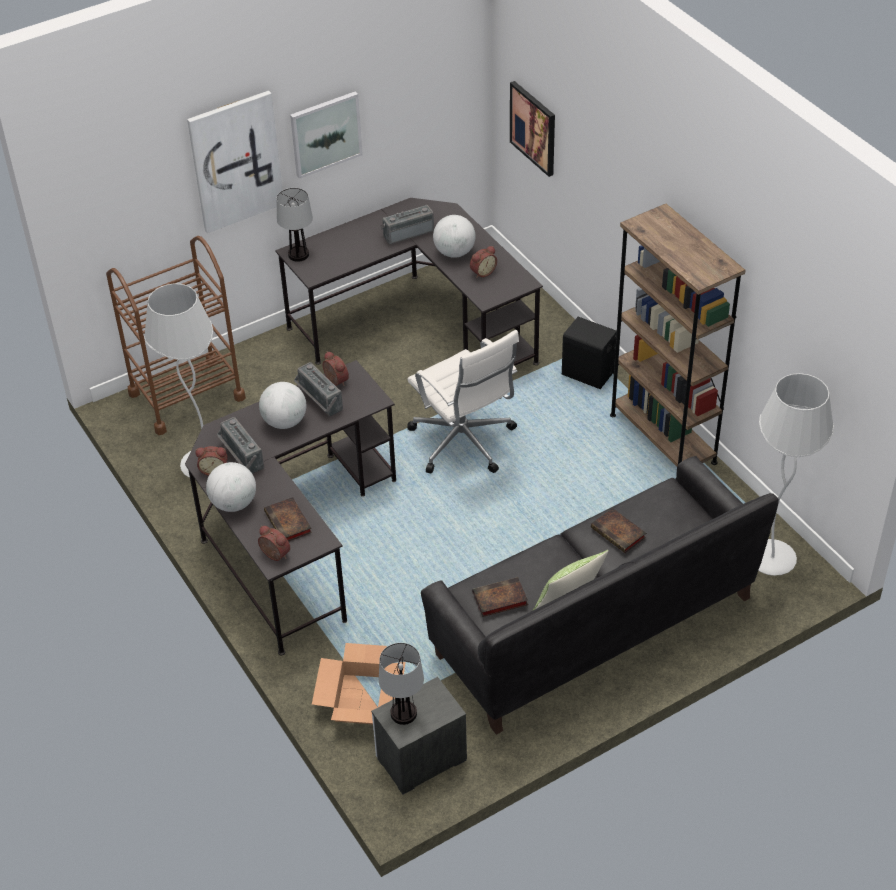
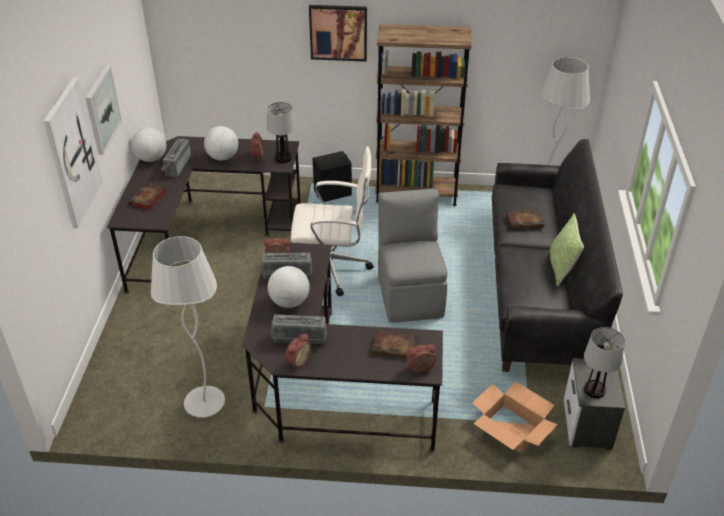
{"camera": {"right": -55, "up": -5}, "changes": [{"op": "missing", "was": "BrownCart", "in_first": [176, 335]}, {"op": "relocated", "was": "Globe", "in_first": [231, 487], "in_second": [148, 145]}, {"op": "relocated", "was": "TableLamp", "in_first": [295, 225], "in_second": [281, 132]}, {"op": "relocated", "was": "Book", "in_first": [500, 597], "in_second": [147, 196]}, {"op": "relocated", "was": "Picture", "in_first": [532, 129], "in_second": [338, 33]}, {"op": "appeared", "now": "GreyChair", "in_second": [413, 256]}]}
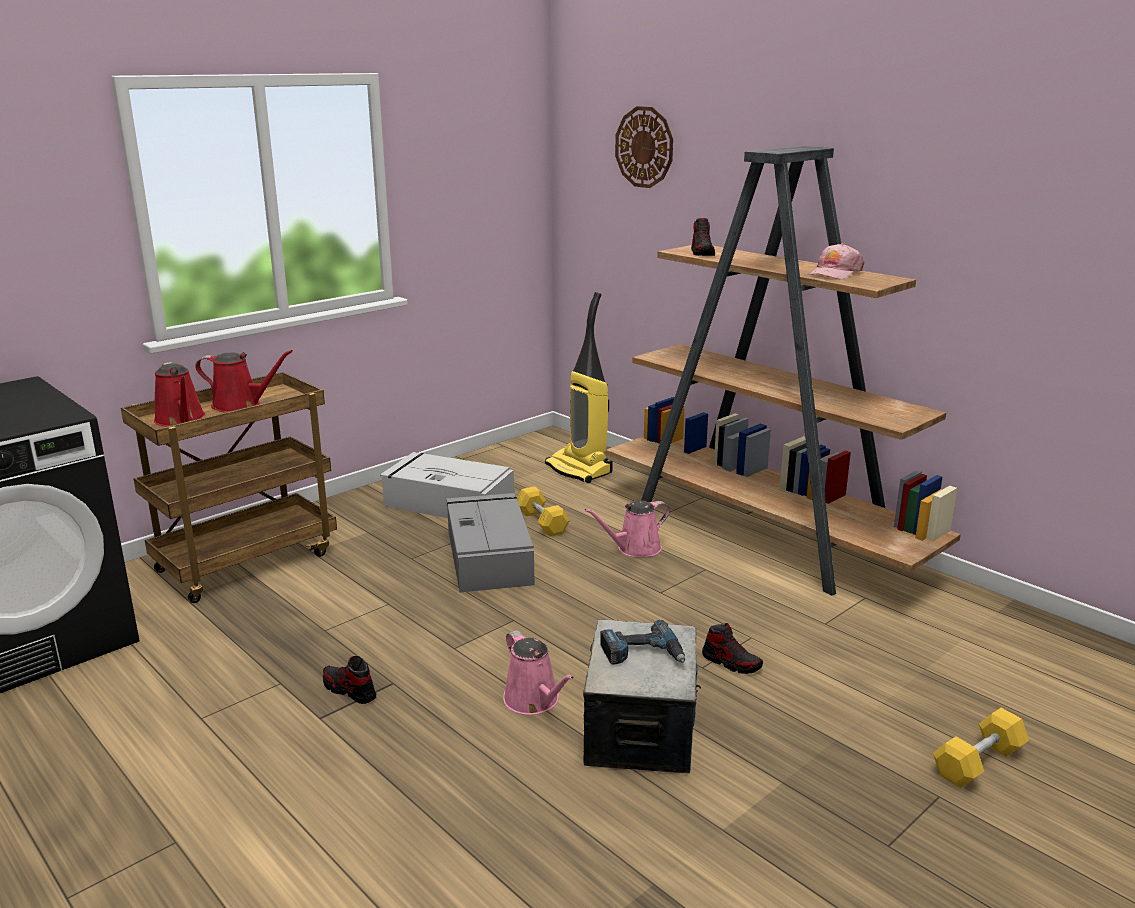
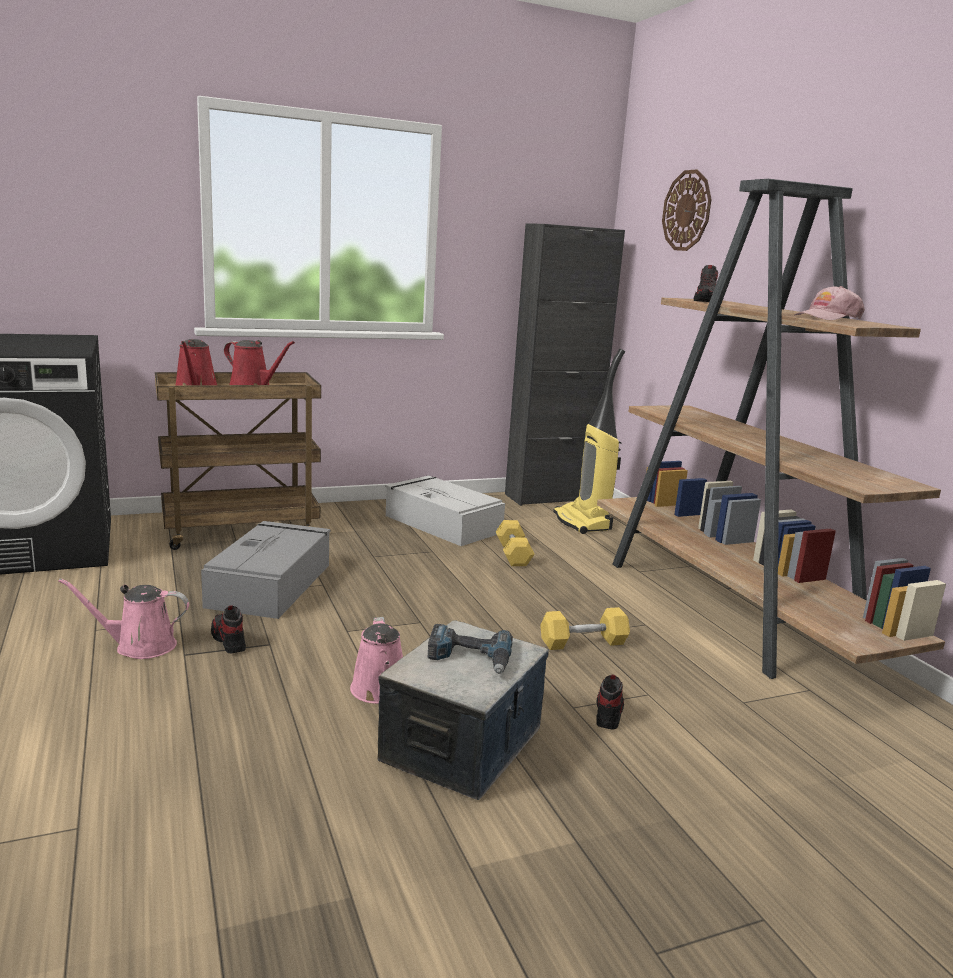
{"camera": {"right": 20, "up": -5}, "changes": [{"op": "relocated", "was": "GreyStorageBox", "in_first": [490, 542], "in_second": [265, 570]}, {"op": "relocated", "was": "PinkWateringCan", "in_first": [627, 528], "in_second": [123, 618]}, {"op": "spun", "was": "Shoe", "in_first": [732, 648], "in_second": [610, 702], "clockwise": -135}, {"op": "relocated", "was": "YellowDumbbell", "in_first": [981, 748], "in_second": [585, 628]}, {"op": "appeared", "now": "BlackCabinet", "in_second": [565, 364]}]}
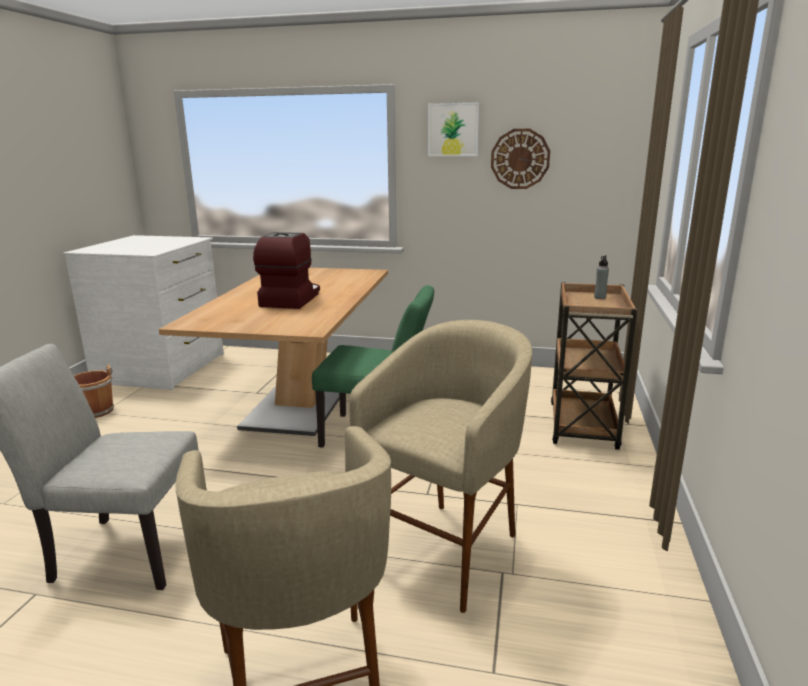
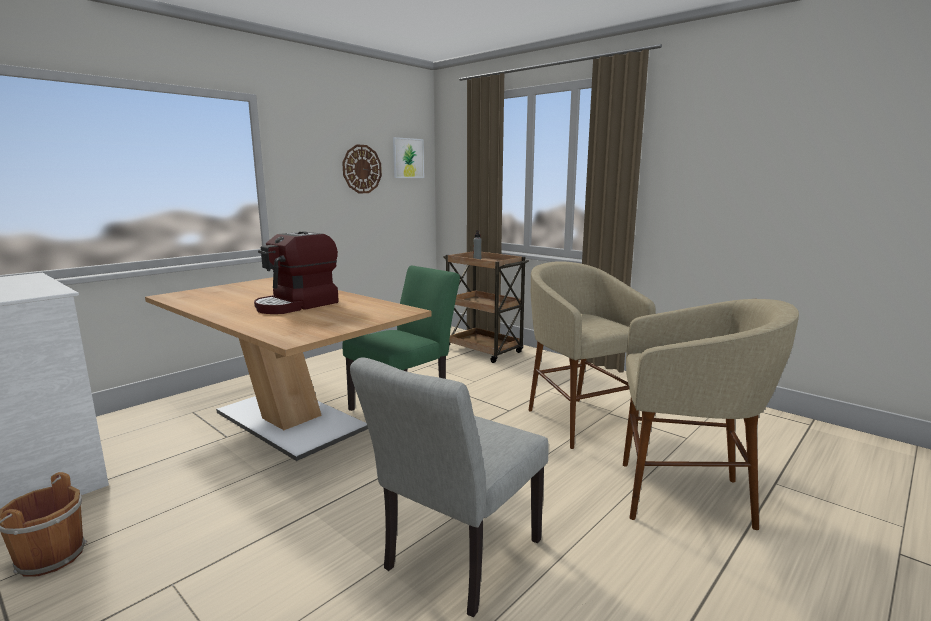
{"camera": {"right": -60, "up": -5}, "changes": [{"op": "spun", "was": "CoffeeMachine", "in_first": [286, 270], "in_second": [296, 272], "clockwise": -90}, {"op": "relocated", "was": "Picture", "in_first": [453, 129], "in_second": [408, 157]}]}
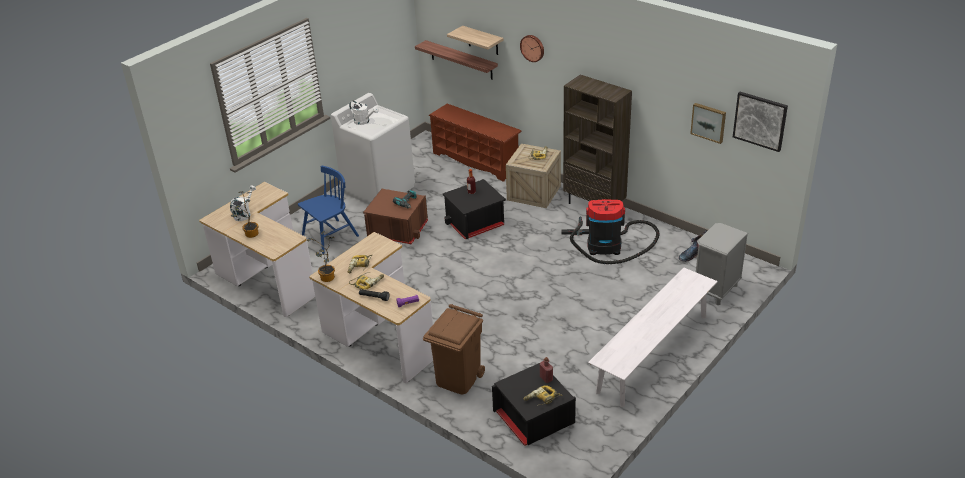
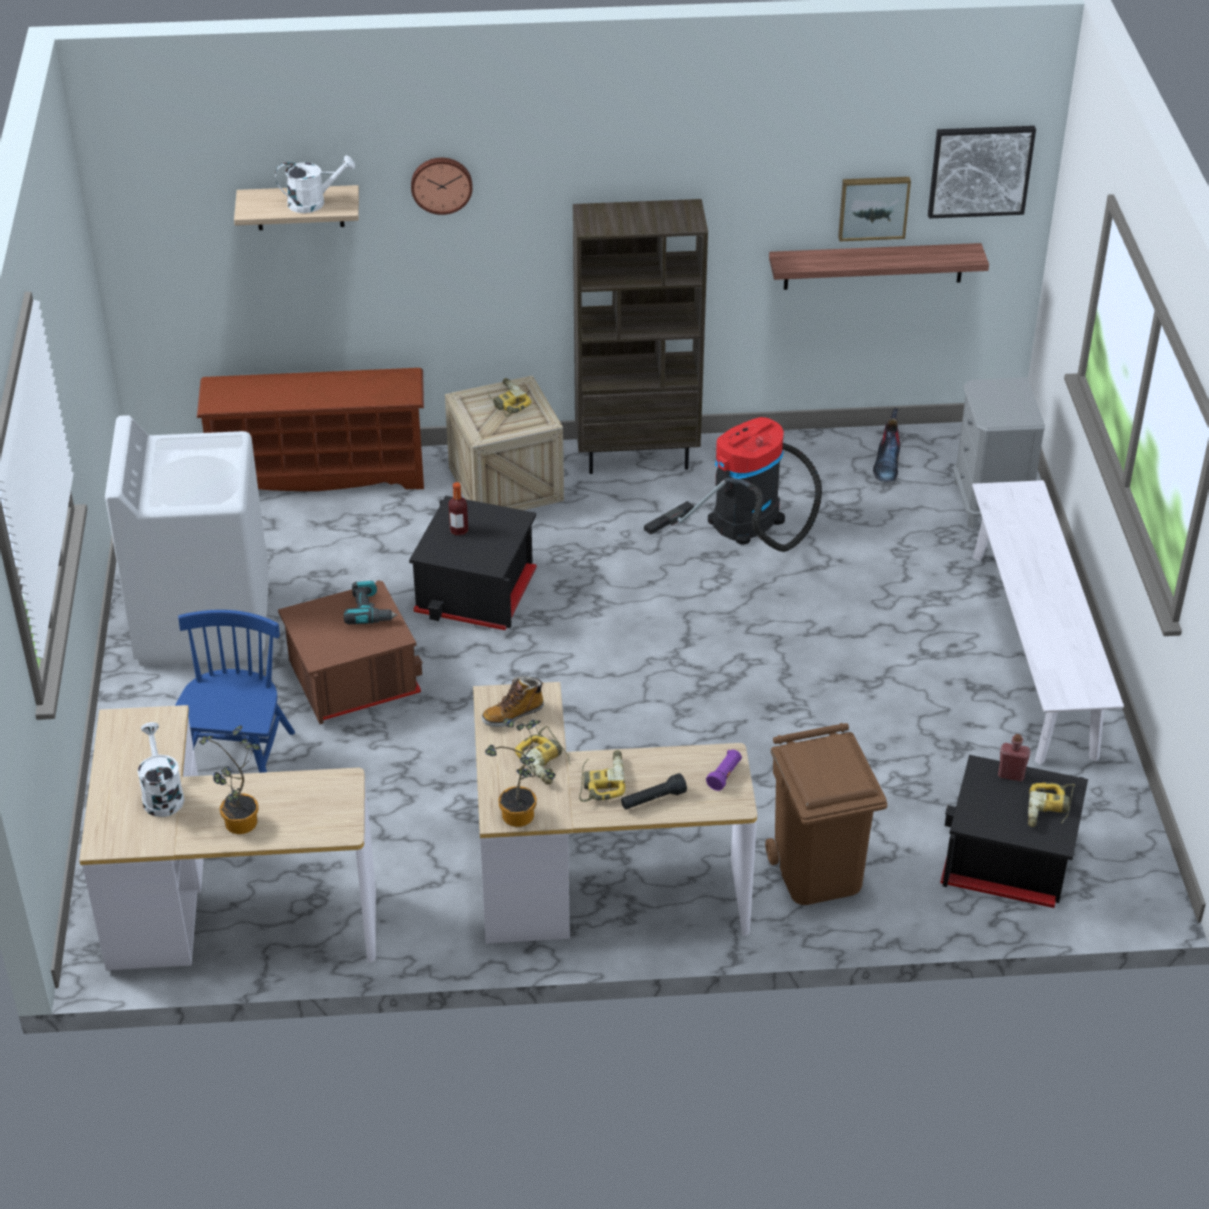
{"camera": {"right": -45, "up": 5}, "changes": [{"op": "relocated", "was": "WhiteWateringCan", "in_first": [364, 113], "in_second": [315, 184]}, {"op": "relocated", "was": "Shelf", "in_first": [456, 60], "in_second": [879, 266]}, {"op": "appeared", "now": "Boot", "in_second": [513, 701]}]}
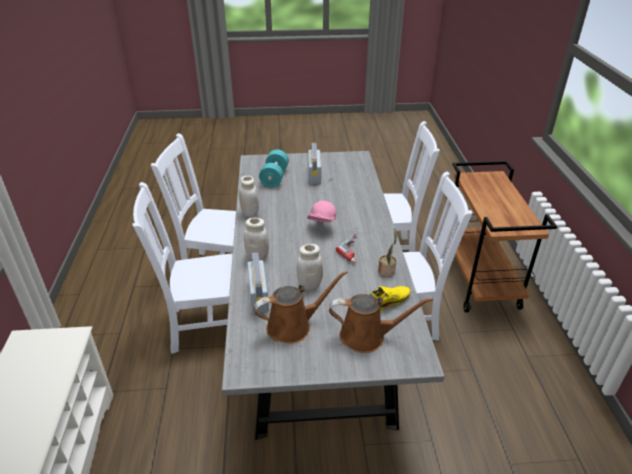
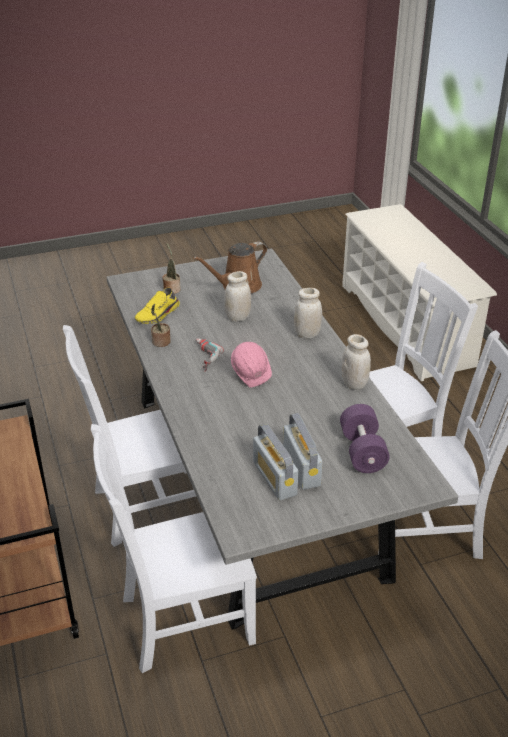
{"camera": {"right": 165, "up": 0}, "changes": [{"op": "relocated", "was": "Radio", "in_first": [258, 283], "in_second": [275, 462]}, {"op": "colour", "was": "TurquoiseDumbbell", "now": "PurpleDumbbell", "in_first": [274, 168], "in_second": [365, 438]}, {"op": "exchanged", "was": "BrownWateringCan", "now": "PottedPlant", "in_first": [381, 323], "in_second": [172, 268]}]}
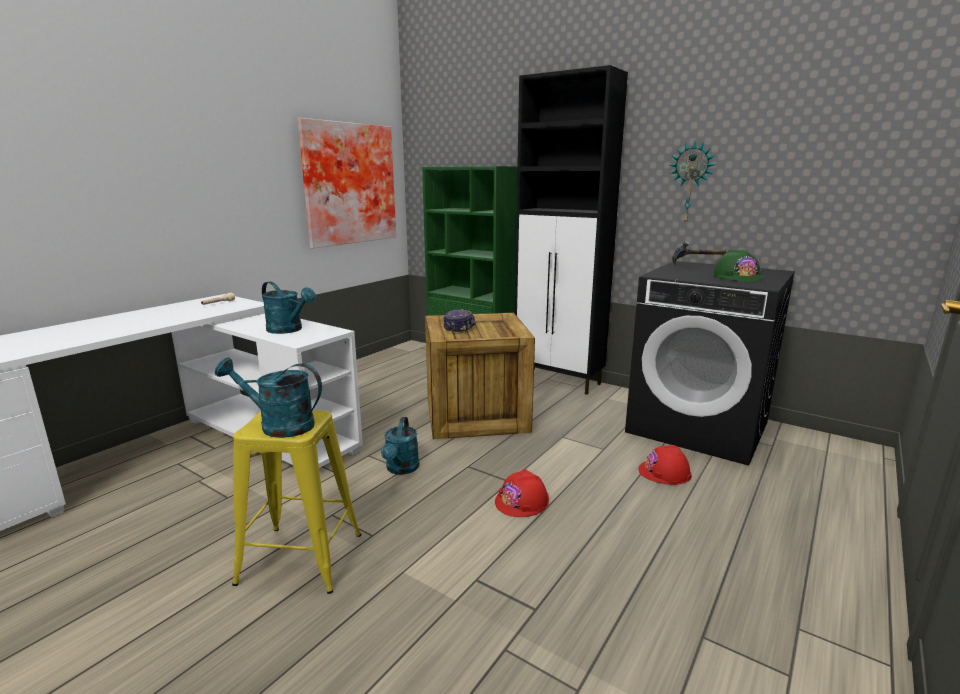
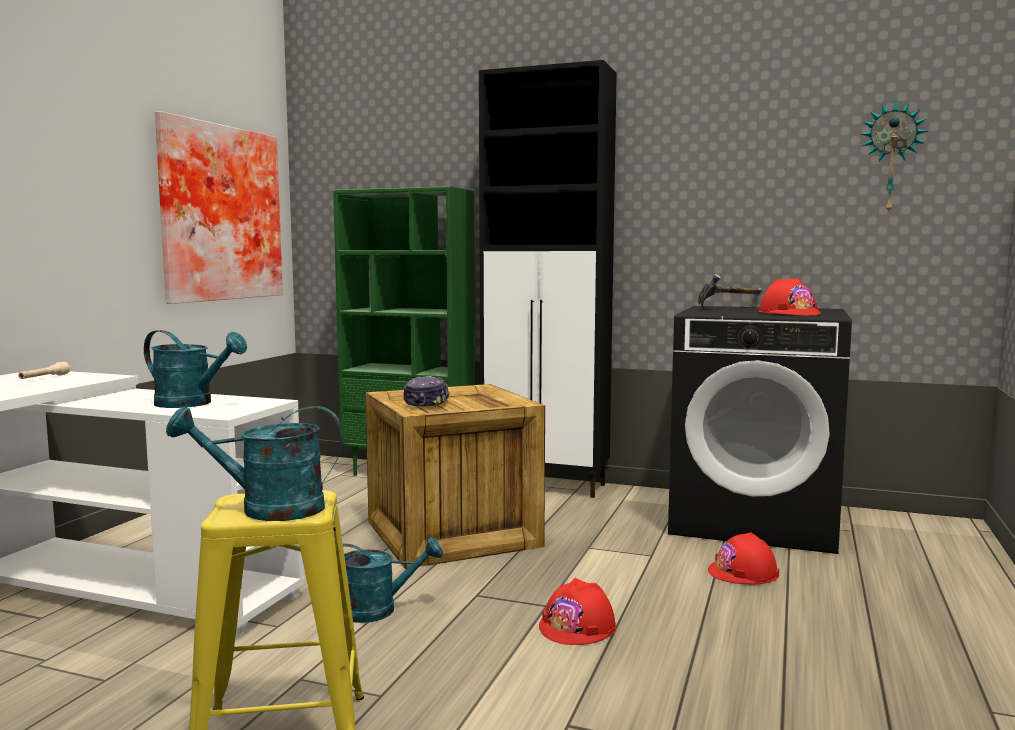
{"camera": {"right": -15, "up": -10}, "changes": [{"op": "spun", "was": "TurquoiseWateringCan", "in_first": [400, 446], "in_second": [393, 580], "clockwise": -90}, {"op": "relocated", "was": "WallClock", "in_first": [692, 183], "in_second": [894, 157]}, {"op": "colour", "was": "GreenHardHat", "now": "RedHardHat", "in_first": [737, 265], "in_second": [789, 297]}]}
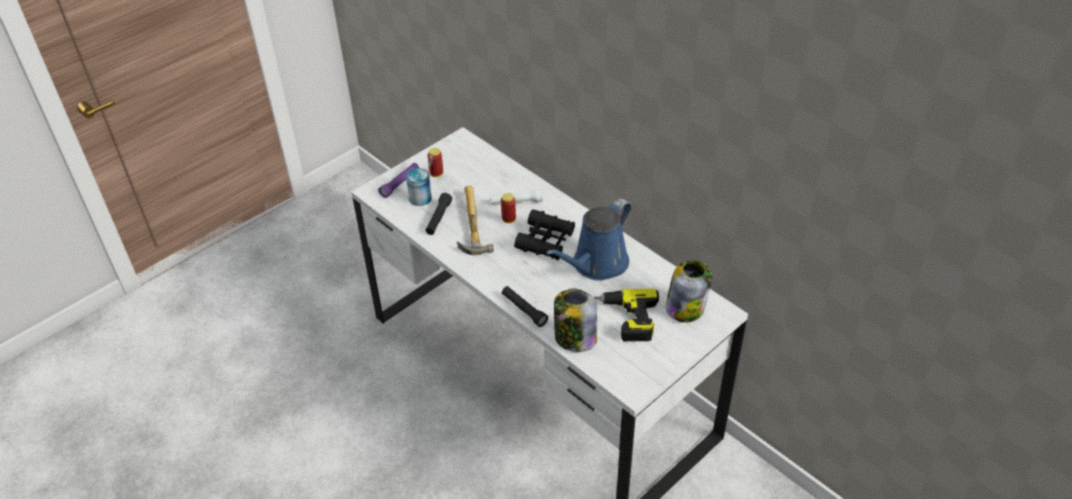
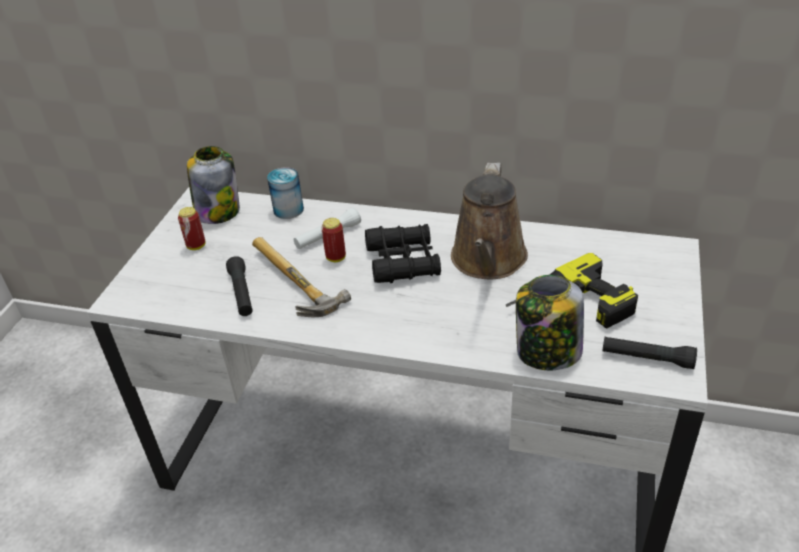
{"camera": {"right": -30, "up": -5}, "changes": [{"op": "missing", "was": "PurpleFlashlight", "in_first": [398, 180]}, {"op": "relocated", "was": "Can", "in_first": [419, 187], "in_second": [285, 193]}, {"op": "relocated", "was": "BlackFlashlight", "in_first": [525, 306], "in_second": [649, 353]}, {"op": "colour", "was": "BlueWateringCan", "now": "BrownWateringCan", "in_first": [589, 240], "in_second": [489, 221]}, {"op": "relocated", "was": "Jar", "in_first": [689, 291], "in_second": [213, 185]}]}
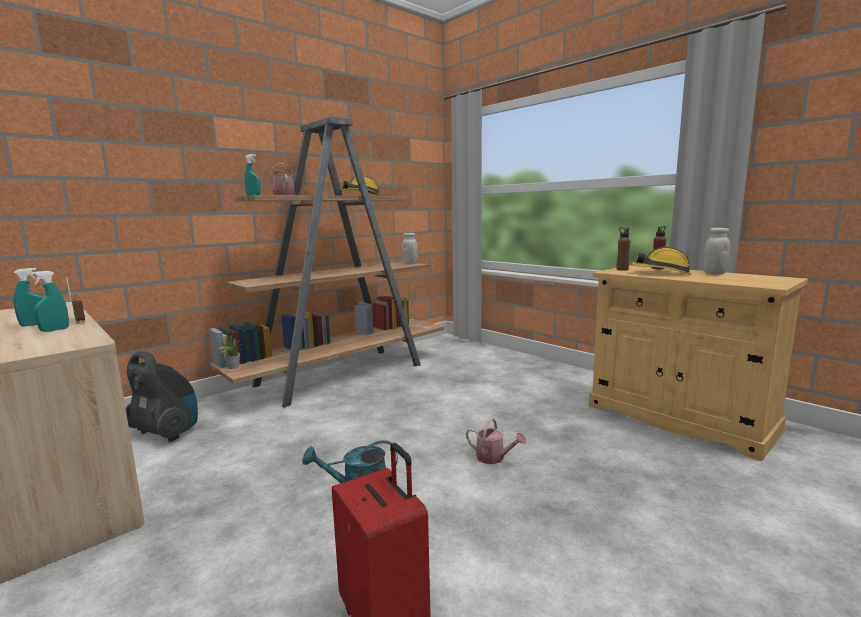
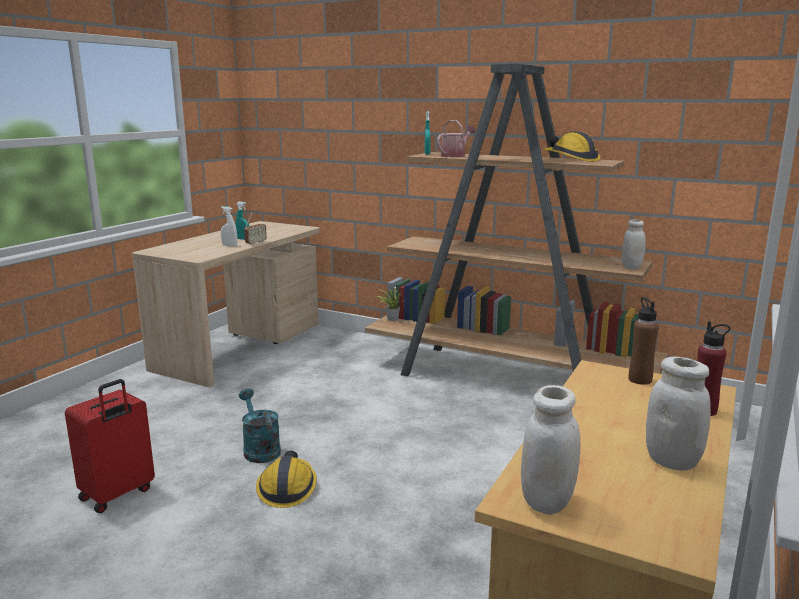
{"camera": {"right": 70, "up": 5}, "changes": [{"op": "colour", "was": "TurquoiseSprayBottle", "now": "WhiteSprayBottle", "in_first": [50, 301], "in_second": [229, 226]}, {"op": "missing", "was": "VacuumCleaner", "in_first": [162, 396]}, {"op": "missing", "was": "WateringCan", "in_first": [496, 441]}, {"op": "relocated", "was": "HardHat", "in_first": [661, 261], "in_second": [286, 479]}, {"op": "appeared", "now": "WhiteJar", "in_second": [550, 450]}]}
